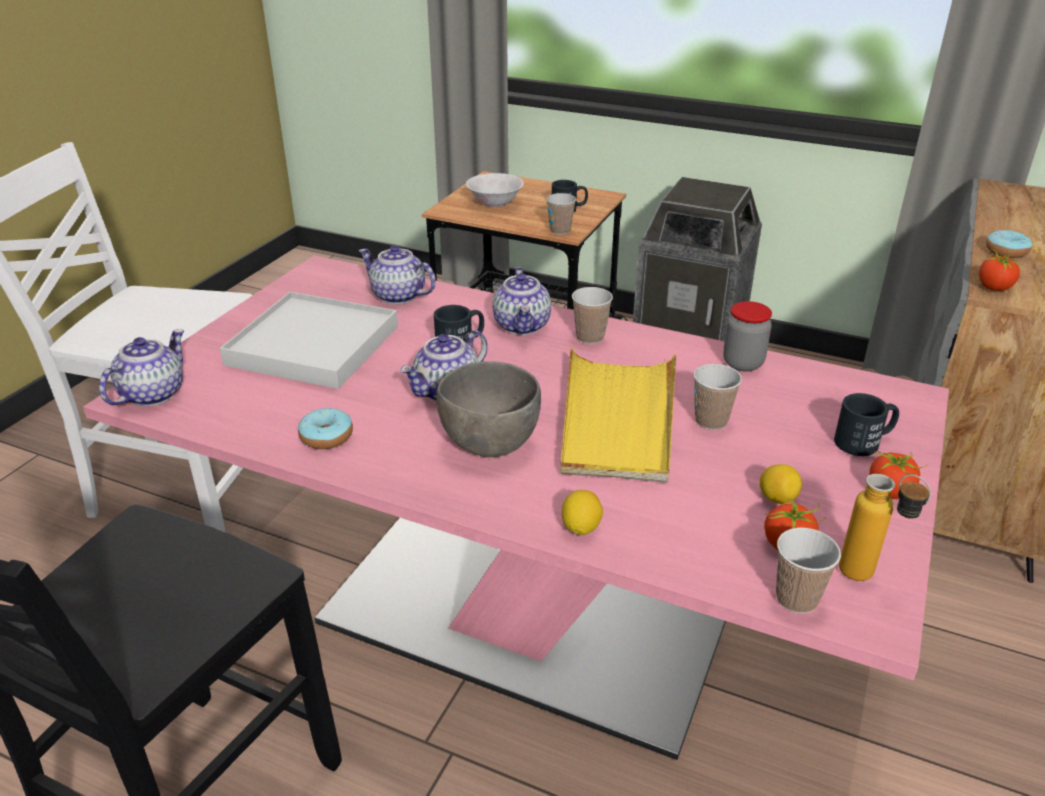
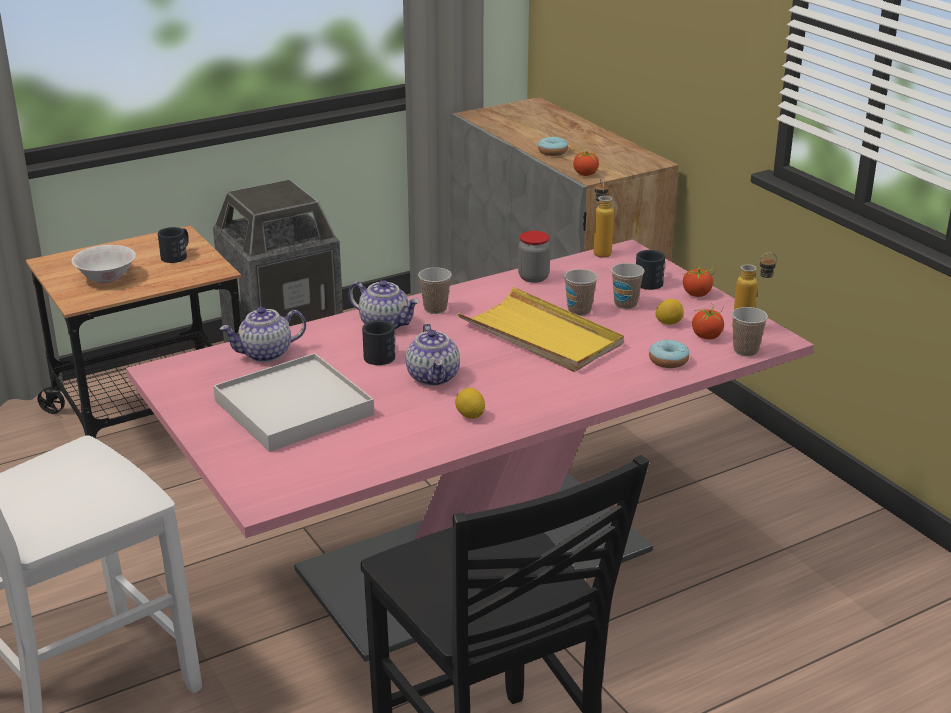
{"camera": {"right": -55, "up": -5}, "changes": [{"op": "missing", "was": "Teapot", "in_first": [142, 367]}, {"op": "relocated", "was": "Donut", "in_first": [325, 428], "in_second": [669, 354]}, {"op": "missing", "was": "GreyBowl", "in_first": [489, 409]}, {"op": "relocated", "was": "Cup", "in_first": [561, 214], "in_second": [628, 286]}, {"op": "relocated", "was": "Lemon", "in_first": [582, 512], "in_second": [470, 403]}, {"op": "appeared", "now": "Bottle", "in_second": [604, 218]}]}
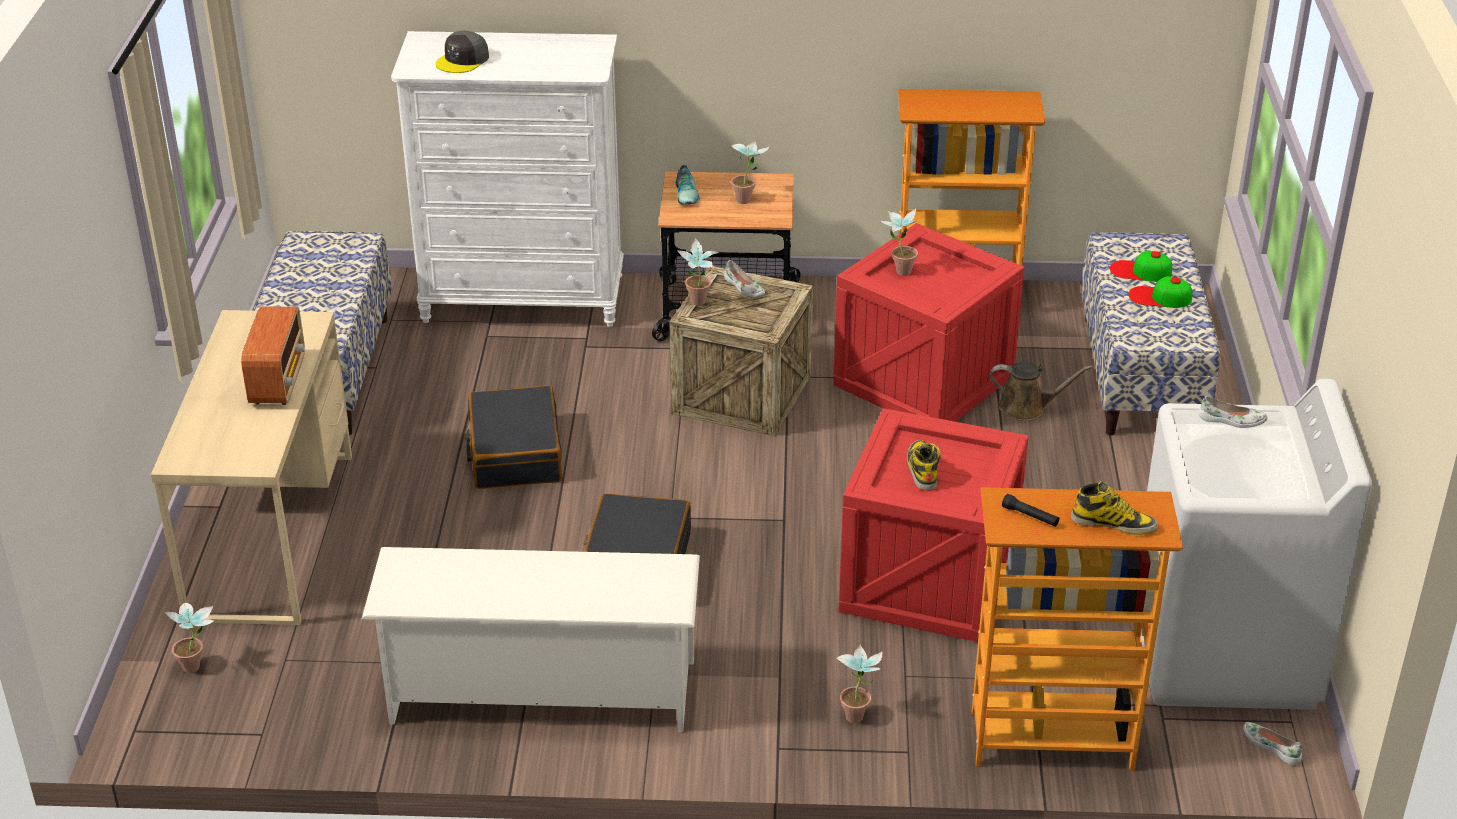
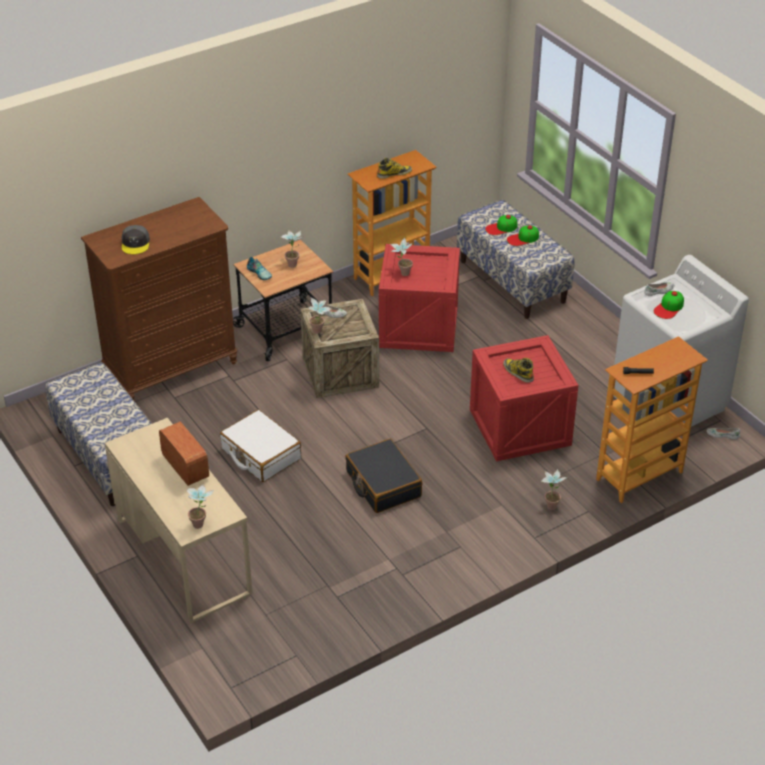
{"camera": {"right": -35, "up": 5}, "changes": [{"op": "relocated", "was": "PottedPlant", "in_first": [189, 638], "in_second": [200, 506]}, {"op": "missing", "was": "WhiteShoeRack", "in_first": [531, 639]}, {"op": "colour", "was": "WhiteDresser", "now": "BrownDresser", "in_first": [507, 179], "in_second": [159, 299]}, {"op": "colour", "was": "BlackSuitcase", "now": "WhiteSuitcase", "in_first": [513, 437], "in_second": [260, 446]}, {"op": "missing", "was": "BrownWateringCan", "in_first": [1041, 391]}, {"op": "relocated", "was": "Boot", "in_first": [1114, 508], "in_second": [394, 168]}, {"op": "appeared", "now": "Cap", "in_second": [669, 305]}]}
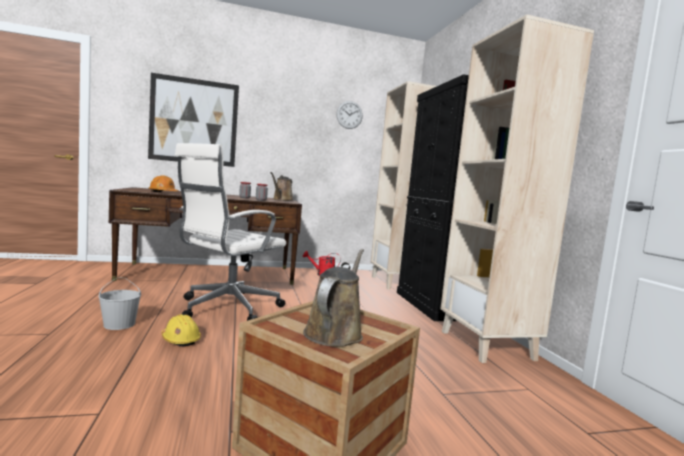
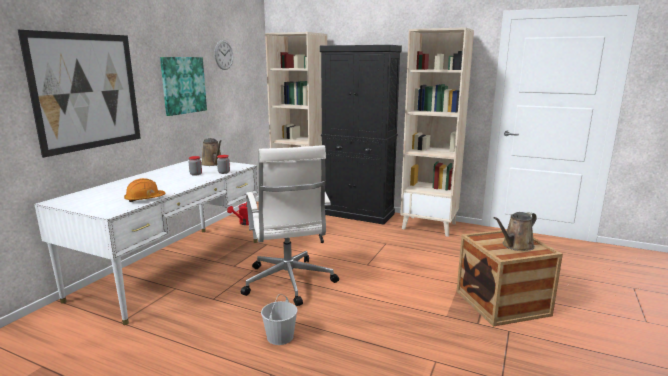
{"camera": {"right": -50, "up": 10}, "changes": [{"op": "colour", "was": "BrownDesk", "now": "WhiteDesk", "in_first": [205, 236], "in_second": [146, 241]}, {"op": "missing", "was": "YellowHardHat", "in_first": [181, 330]}, {"op": "spun", "was": "BrownWateringCan", "in_first": [333, 298], "in_second": [515, 231], "clockwise": -90}, {"op": "appeared", "now": "Picture", "in_second": [183, 86]}]}
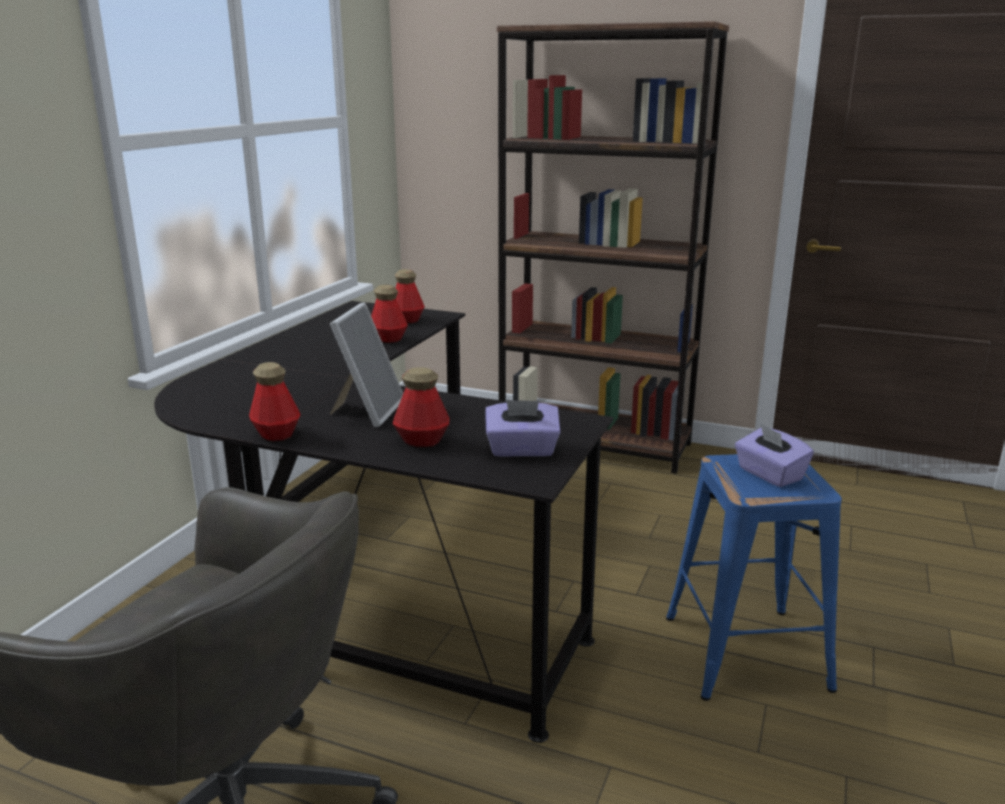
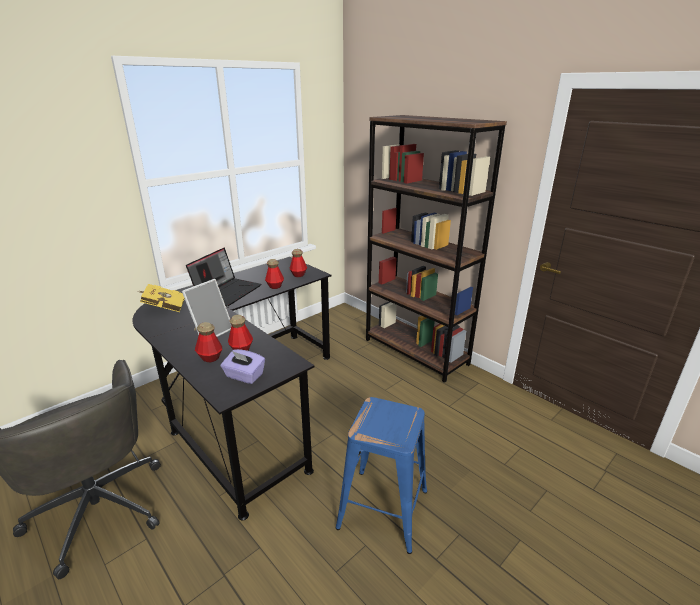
{"camera": {"right": 25, "up": 5}, "changes": [{"op": "relocated", "was": "Bottle", "in_first": [275, 402], "in_second": [240, 333]}, {"op": "missing", "was": "PurpleTissueBox", "in_first": [774, 455]}, {"op": "appeared", "now": "YellowBook", "in_second": [161, 298]}, {"op": "appeared", "now": "Laptop", "in_second": [223, 277]}]}
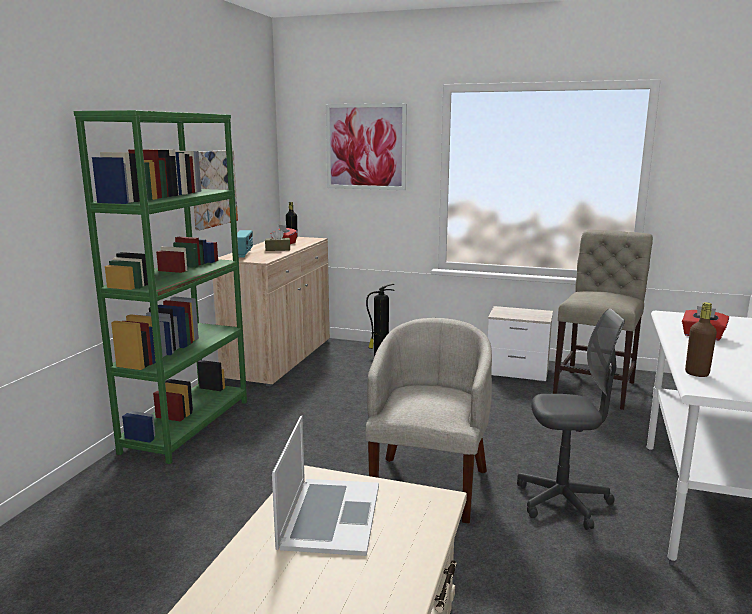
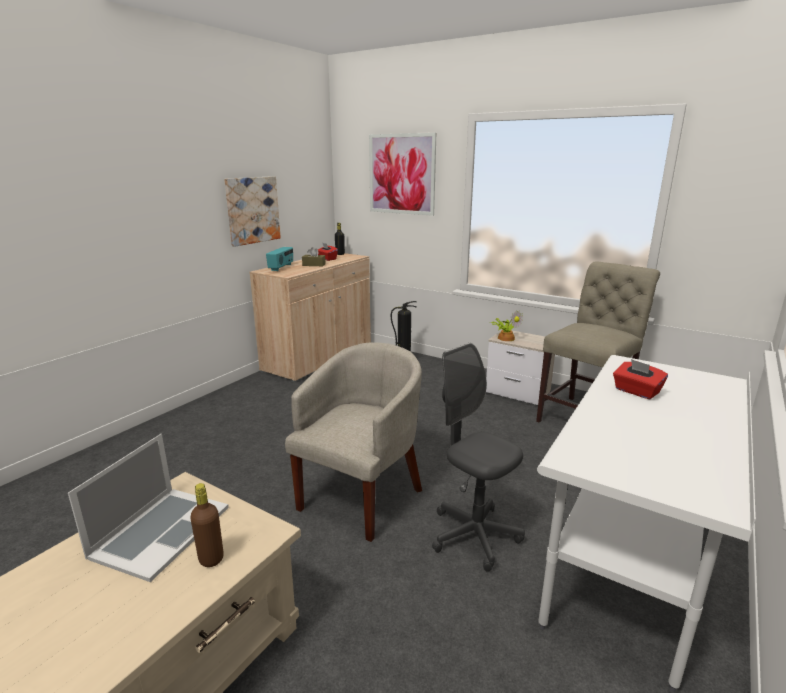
{"camera": {"right": 15, "up": 5}, "changes": [{"op": "missing", "was": "GreenBookcase", "in_first": [160, 287]}, {"op": "spun", "was": "GreyOfficeChair", "in_first": [571, 419], "in_second": [478, 457], "clockwise": -150}, {"op": "relocated", "was": "BrownBottle", "in_first": [701, 339], "in_second": [207, 525]}, {"op": "appeared", "now": "PottedPlant", "in_second": [507, 325]}]}
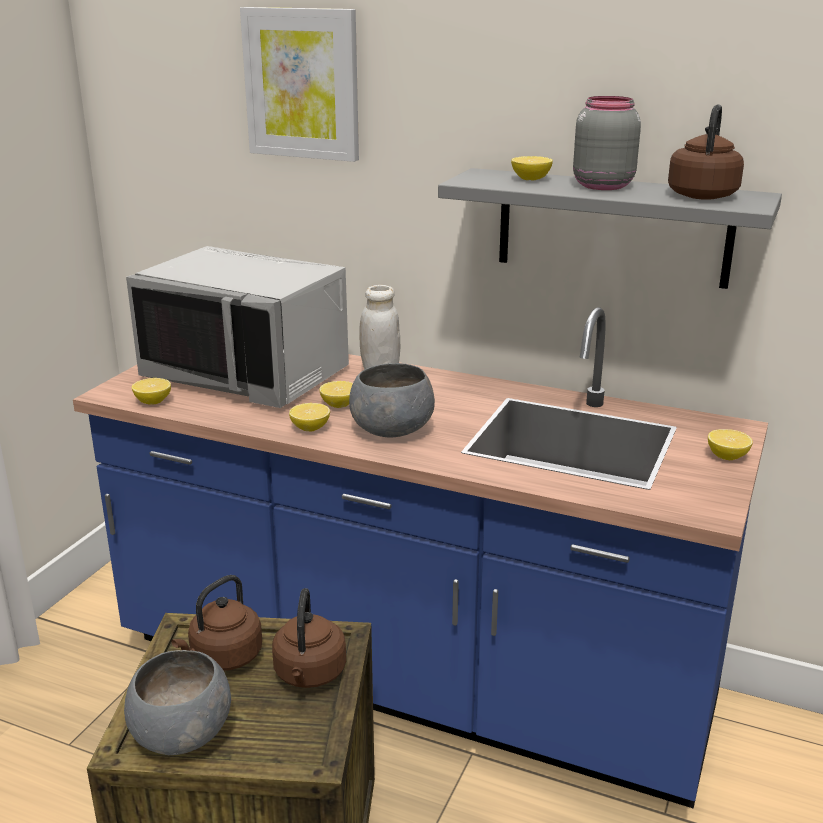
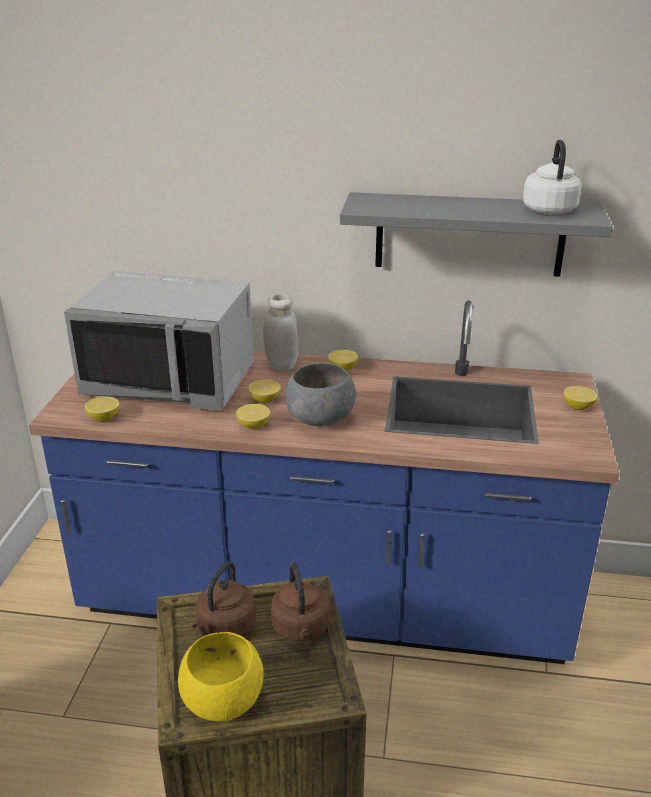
{"camera": {"right": -15, "up": 5}, "changes": [{"op": "colour", "was": "GreyBowl", "now": "YellowBowl", "in_first": [177, 702], "in_second": [221, 676]}, {"op": "missing", "was": "Picture", "in_first": [299, 84]}, {"op": "relocated", "was": "Lemon", "in_first": [532, 168], "in_second": [343, 360]}, {"op": "missing", "was": "GreyJar", "in_first": [607, 143]}, {"op": "colour", "was": "BrownKettle", "now": "WhiteKettle", "in_first": [706, 152], "in_second": [552, 177]}]}
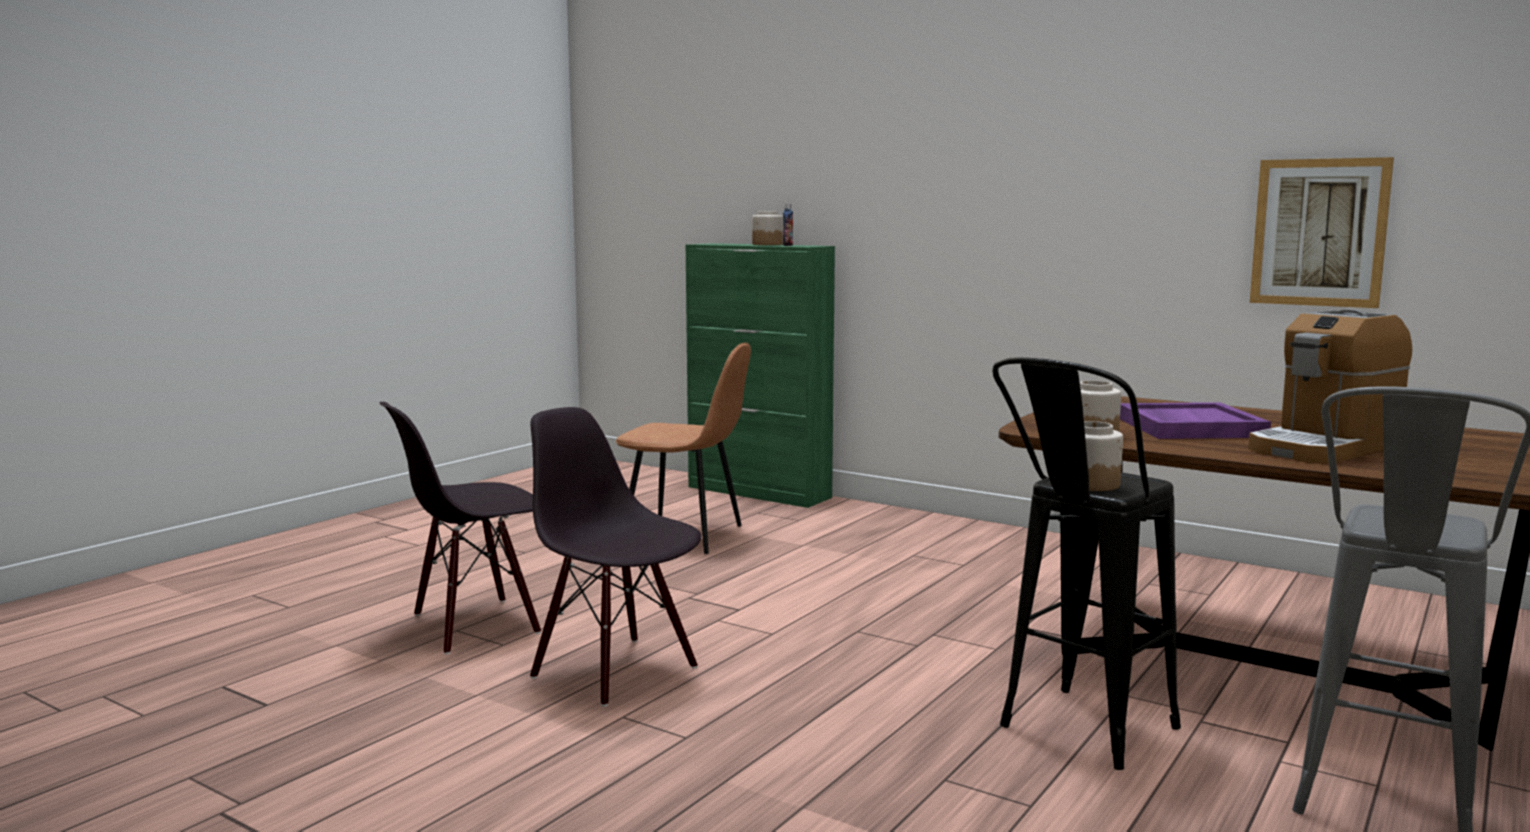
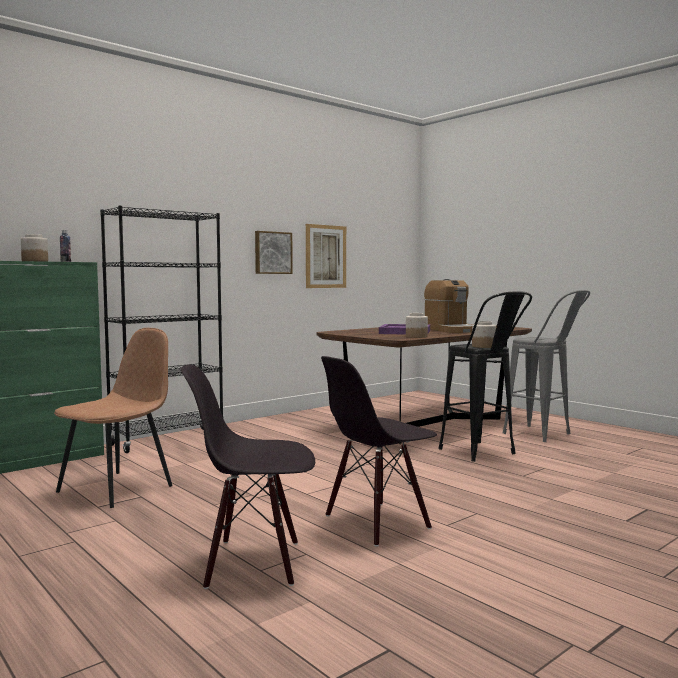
{"camera": {"right": -75, "up": -5}, "changes": [{"op": "spun", "was": "BlackChair", "in_first": [460, 528], "in_second": [248, 477], "clockwise": 105}, {"op": "appeared", "now": "BlackBookcase", "in_second": [161, 329]}, {"op": "appeared", "now": "Picture", "in_second": [274, 252]}]}
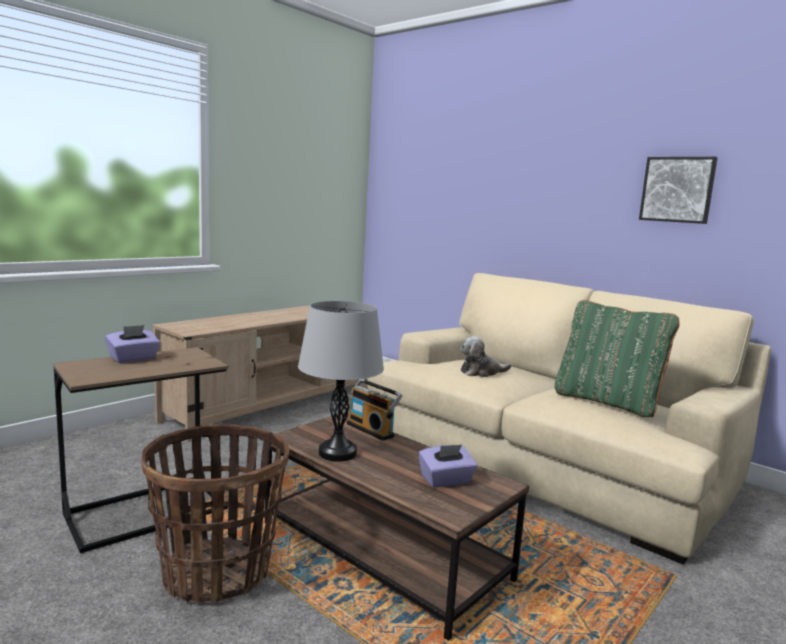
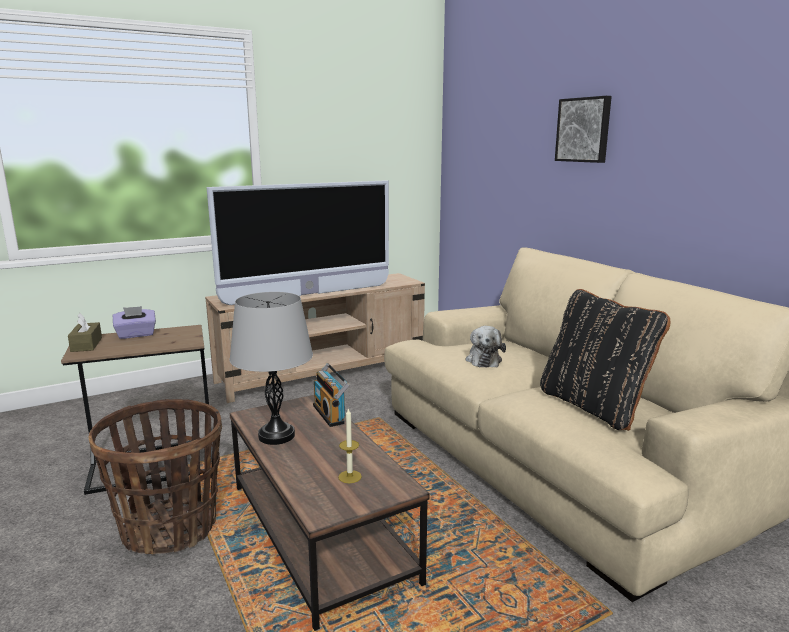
{"camera": {"right": 20, "up": 5}, "changes": [{"op": "exchanged", "was": "PurpleTissueBox", "now": "Candle", "in_first": [447, 466], "in_second": [350, 446]}, {"op": "spun", "was": "PlushToy", "in_first": [485, 356], "in_second": [485, 347], "clockwise": -90}, {"op": "colour", "was": "GreenPillow", "now": "BlackPillow", "in_first": [617, 359], "in_second": [605, 360]}, {"op": "relocated", "was": "Picture", "in_first": [678, 190], "in_second": [583, 129]}, {"op": "appeared", "now": "BrownTissueBox", "in_second": [85, 332]}, {"op": "appeared", "now": "Television", "in_second": [297, 242]}]}
